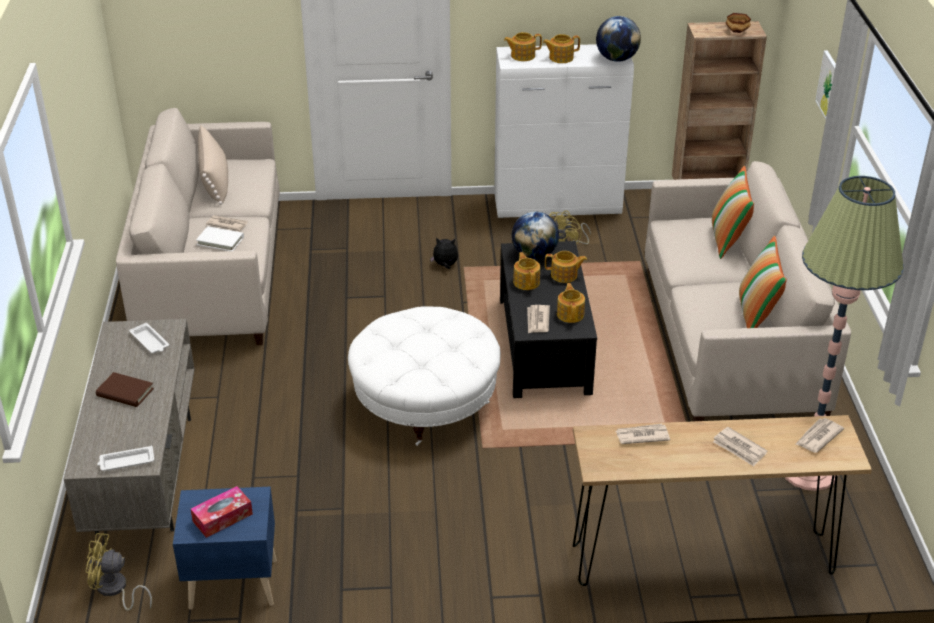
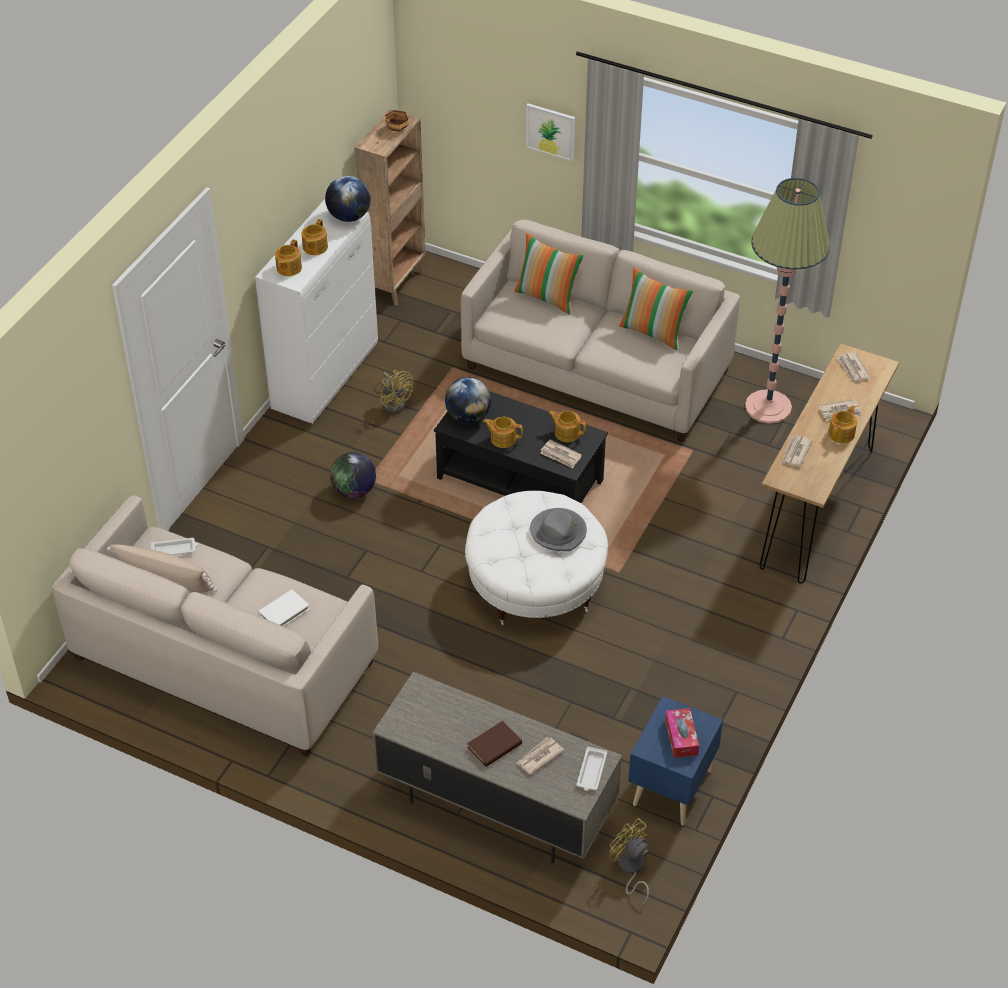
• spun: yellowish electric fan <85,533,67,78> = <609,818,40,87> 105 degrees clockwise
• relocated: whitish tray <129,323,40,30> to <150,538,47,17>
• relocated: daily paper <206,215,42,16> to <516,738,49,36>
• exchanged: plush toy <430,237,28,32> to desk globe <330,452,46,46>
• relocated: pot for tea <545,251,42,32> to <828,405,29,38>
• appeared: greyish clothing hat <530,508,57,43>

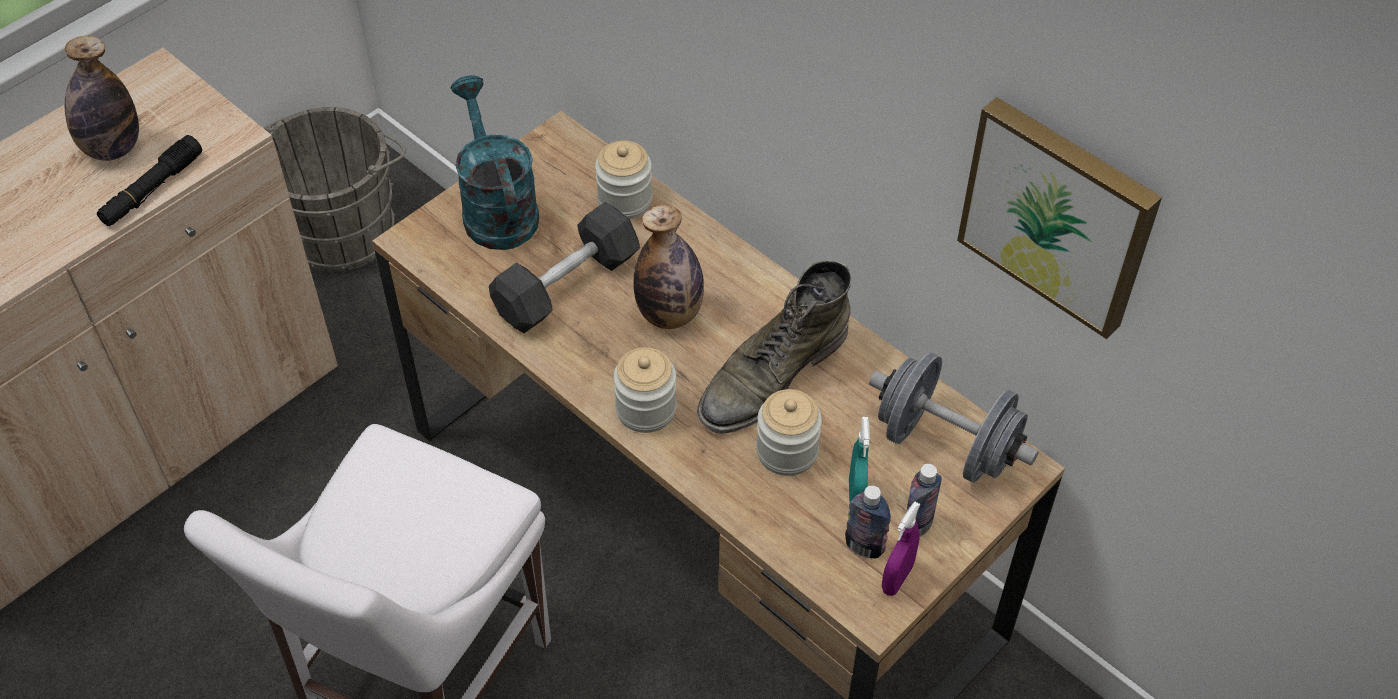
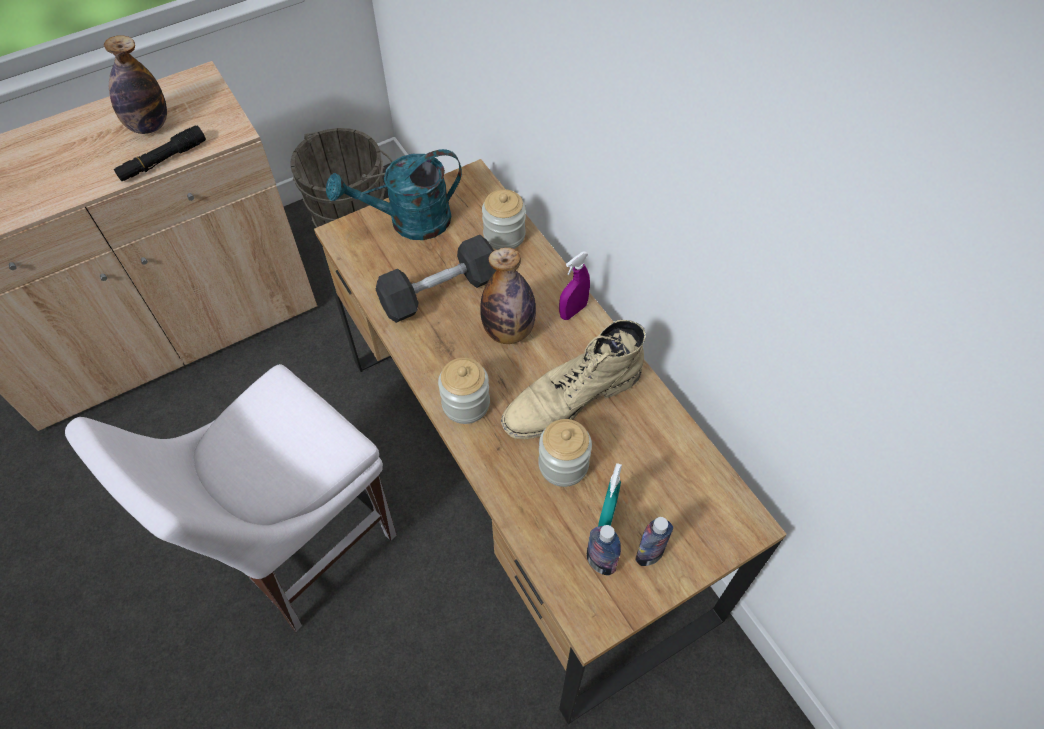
• spun: turquoise sprinkling can <451,75,88,175> = <326,149,136,91> 105 degrees counterclockwise
• colour: green high-top boot <697,260,155,174> to beige-coloured high-top boot <501,320,145,119>
• missing: greyish free weight <869,352,170,131>
• relocated: purple sprayer <882,501,39,95> to <559,251,31,69>
• missing: wall picture <957,97,205,242>

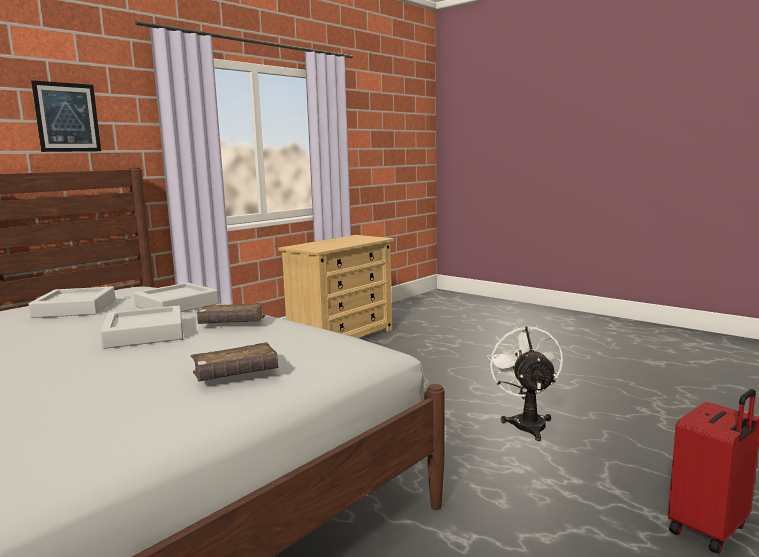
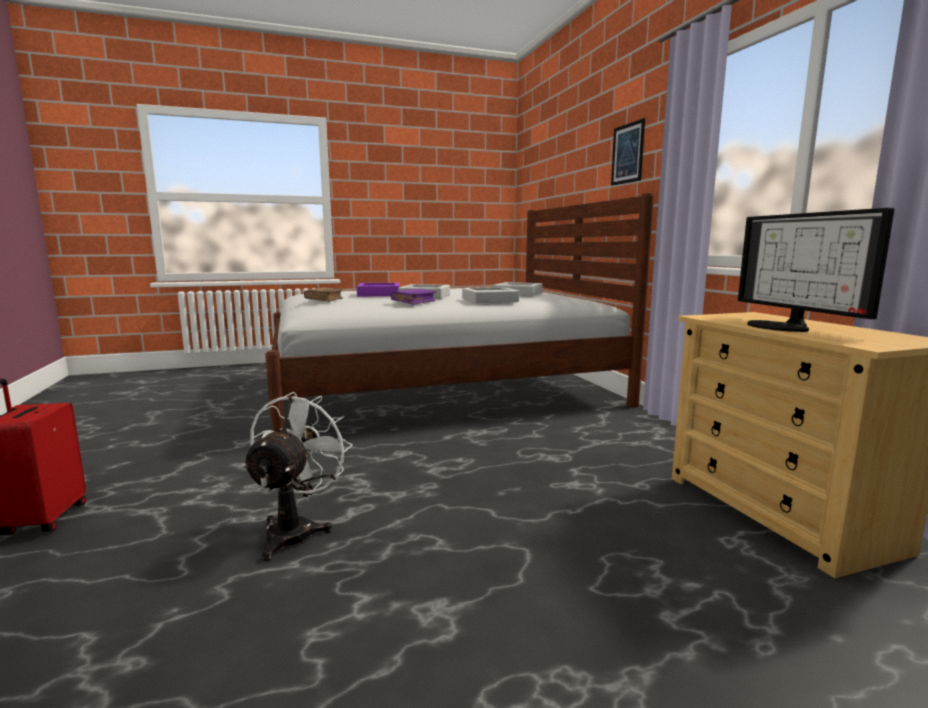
• colour: brown bound book <197,303,68,21> to purple bound book <391,289,45,16>
• spun: whitish electric fan <487,324,76,117> = <242,392,111,169> 105 degrees counterclockwise
• appeared: purple tray <357,283,43,14>
• appeared: computer screen <738,208,157,124>

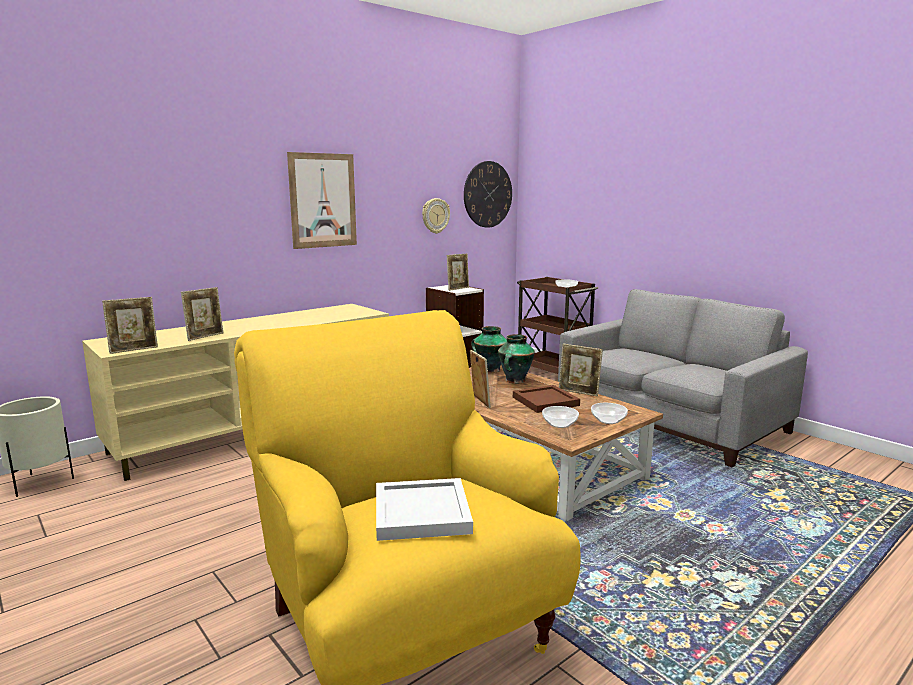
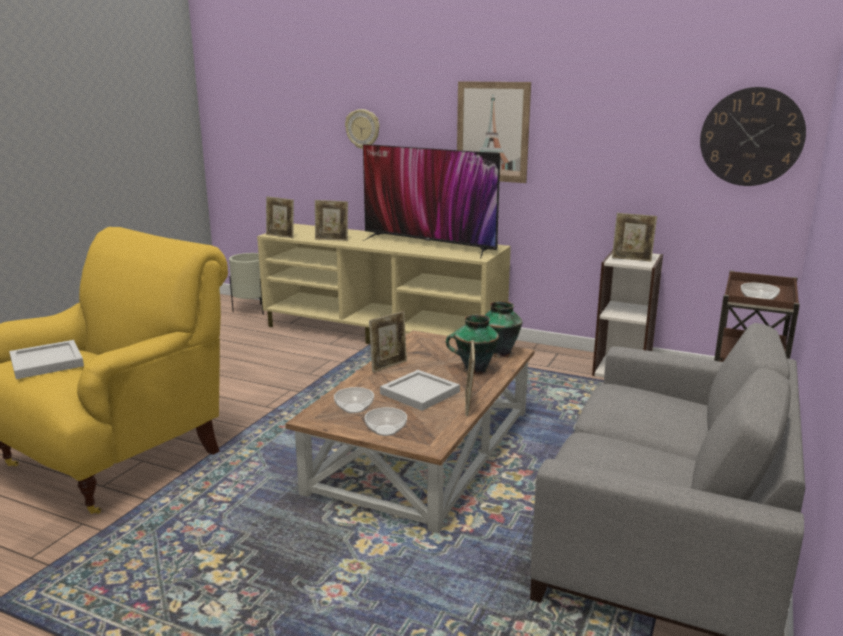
• relocated: clock on the wall <422,198,28,36> to <345,109,35,40>
• colour: brown tray <513,385,67,28> to whitish tray <380,370,80,41>
• appeared: TV set <363,144,137,114>

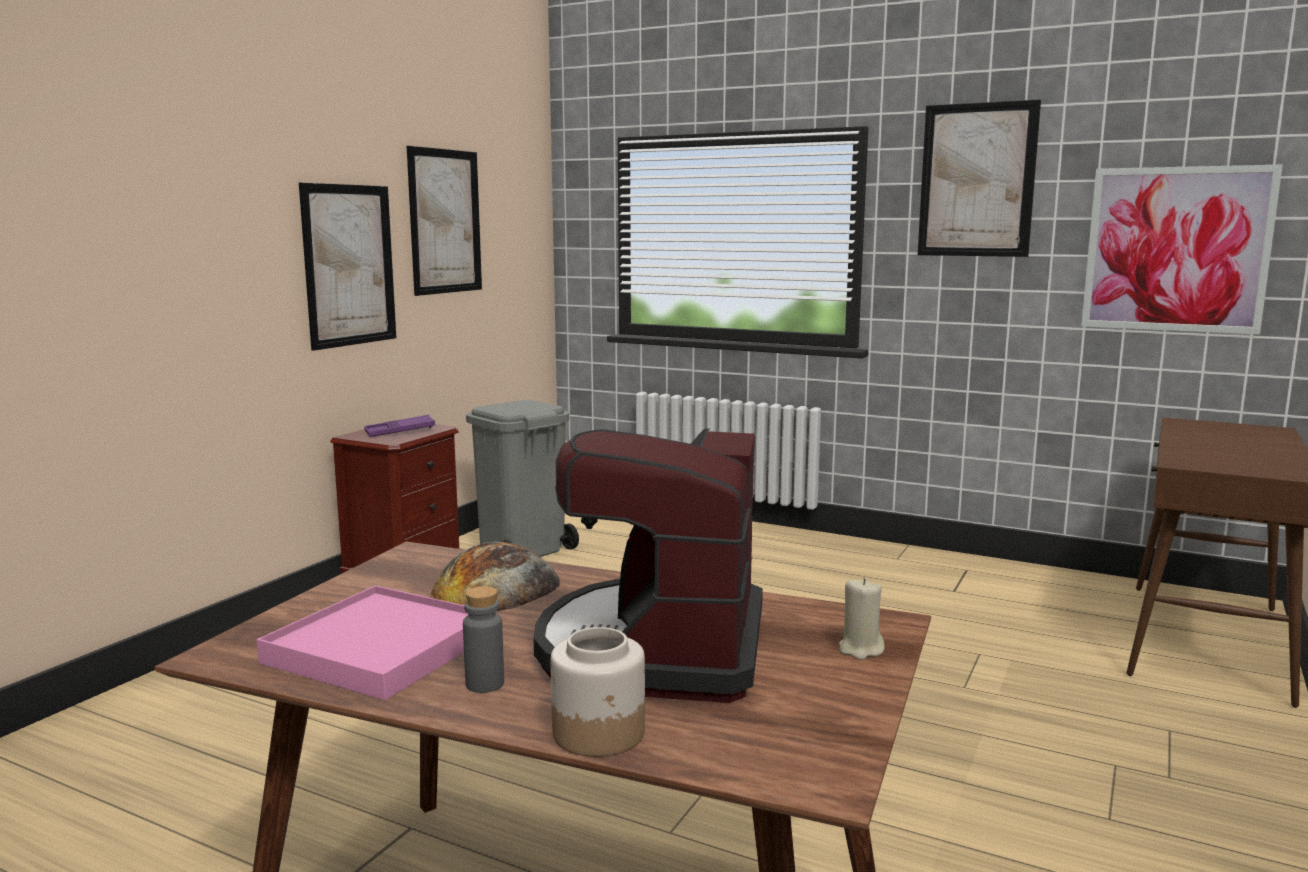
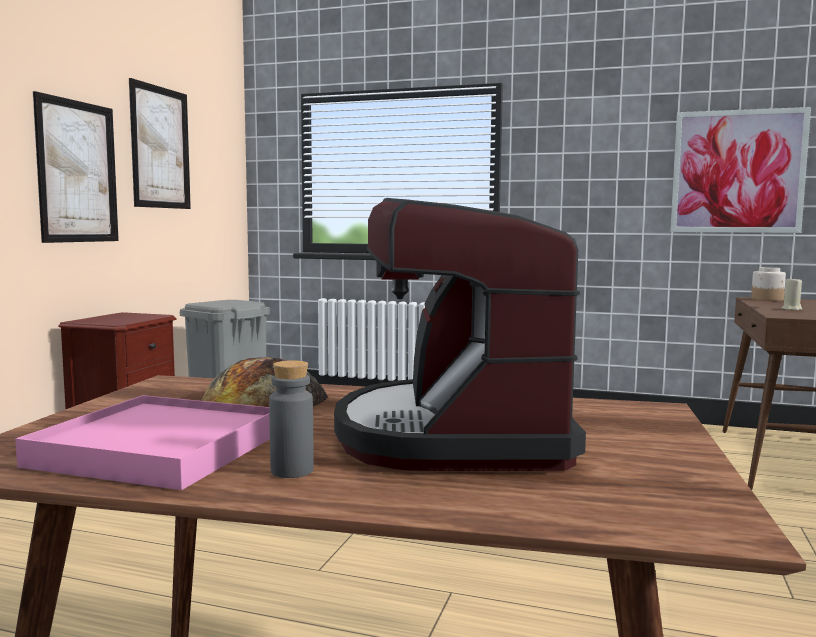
• missing: purple tray <364,415,71,22>
• relocated: jar <551,627,94,130> to <751,267,35,34>
• relocated: beige-coloured candle <839,578,46,82> to <781,277,21,34>
• missing: wall picture <918,100,123,157>

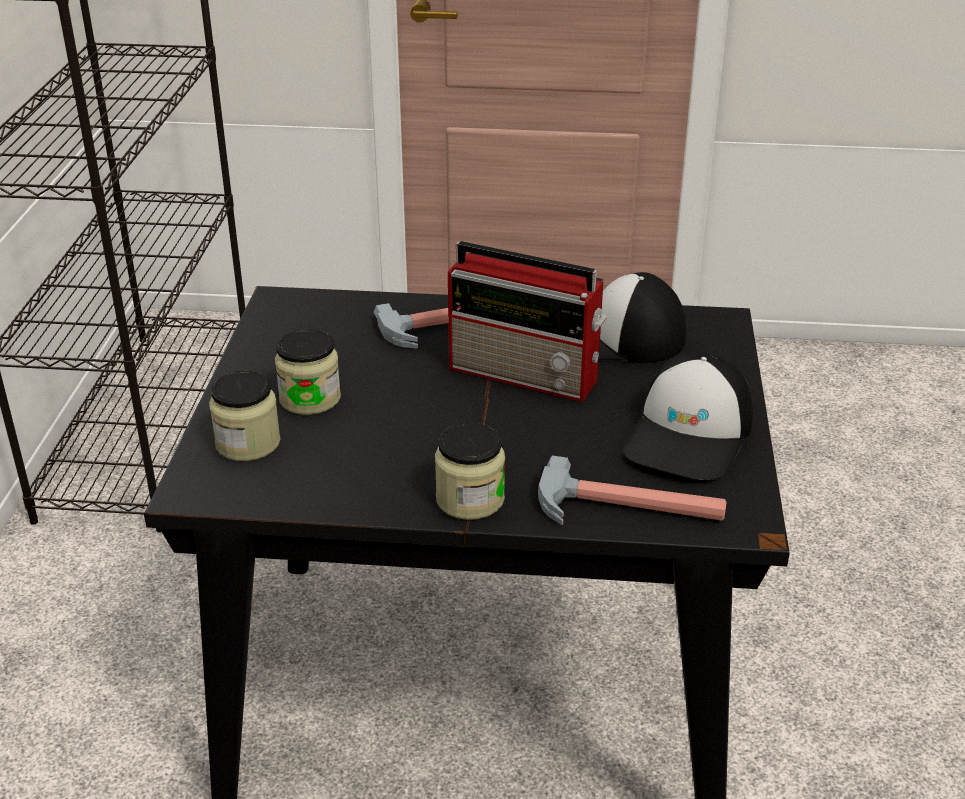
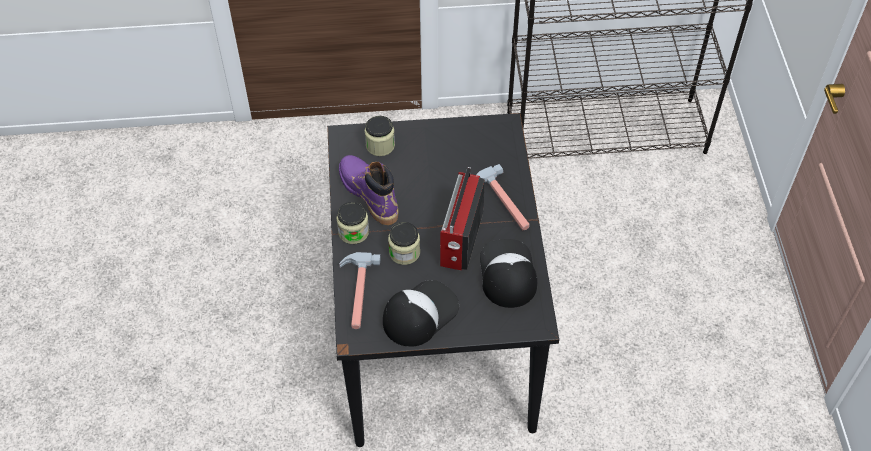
• relocated: jar <275,329,66,86> to <388,222,32,43>
• spun: peaked cap <622,352,131,128> = <383,280,76,67> 120 degrees clockwise
• appeared: purple high-top boot <339,155,60,70>

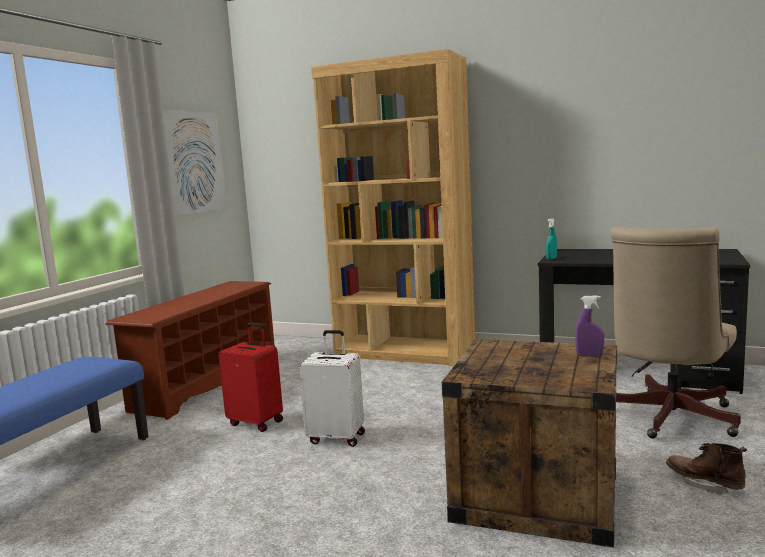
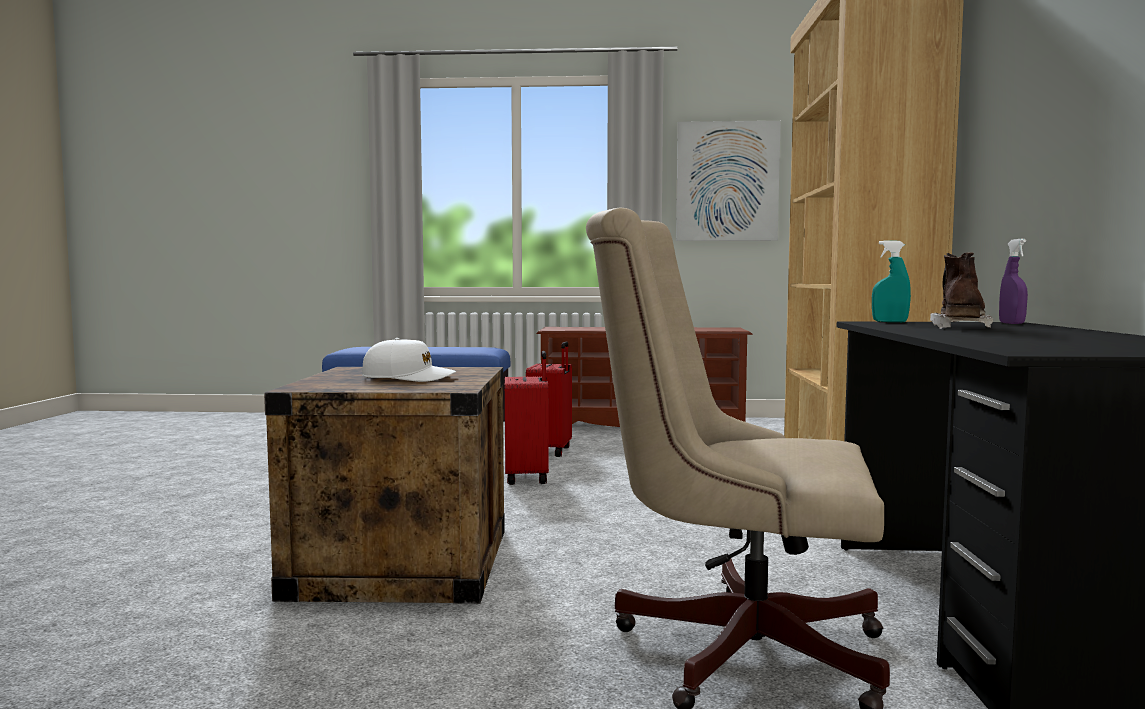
• colour: whitish piece of luggage <299,330,66,117> to red-coloured piece of luggage <505,351,44,134>
• relocated: purple sprayer <575,295,29,62> to <999,239,29,85>
• relocated: brown high-top boot <666,443,81,52> to <930,252,63,77>
• appeared: whitish peaked cap <362,338,94,44>

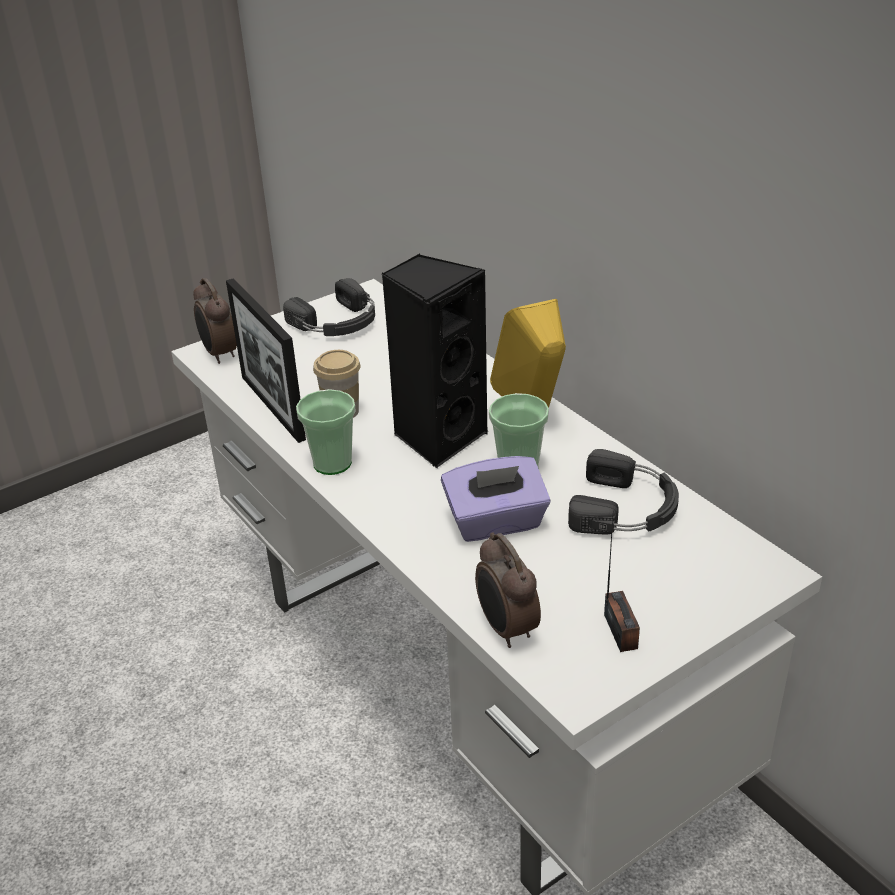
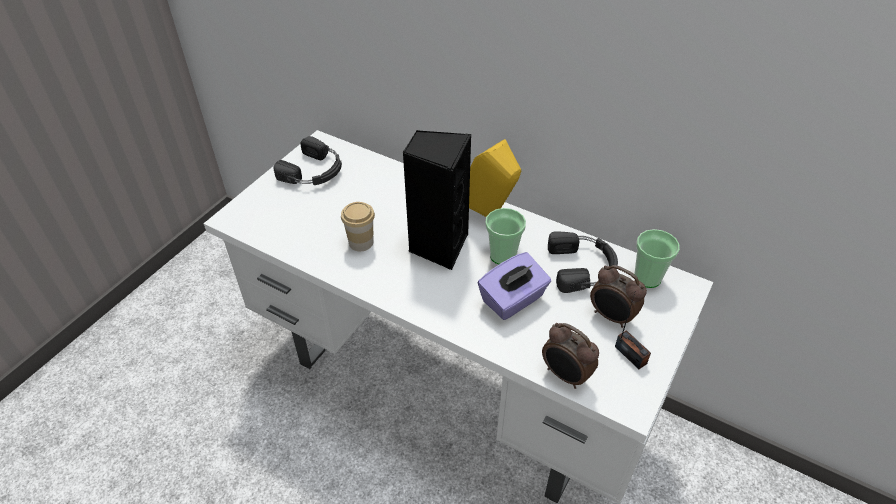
• relocated: bedside clock <193,278,44,86> to <590,265,57,63>
• missing: standing frame <226,278,80,165>
• relocated: small cup <296,389,60,86> to <634,229,46,59>

